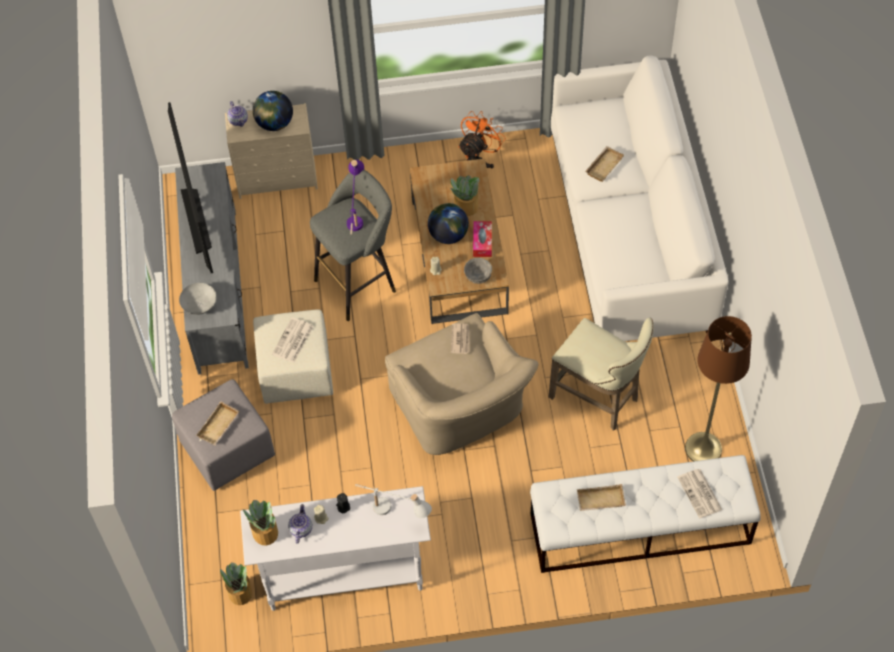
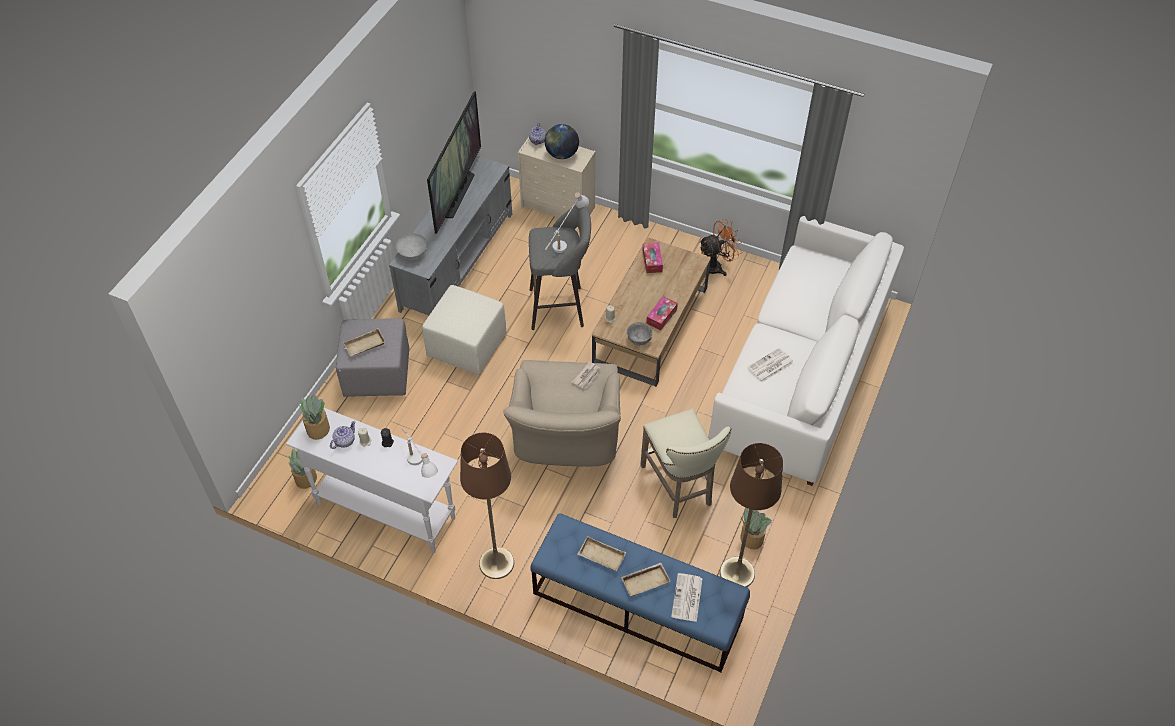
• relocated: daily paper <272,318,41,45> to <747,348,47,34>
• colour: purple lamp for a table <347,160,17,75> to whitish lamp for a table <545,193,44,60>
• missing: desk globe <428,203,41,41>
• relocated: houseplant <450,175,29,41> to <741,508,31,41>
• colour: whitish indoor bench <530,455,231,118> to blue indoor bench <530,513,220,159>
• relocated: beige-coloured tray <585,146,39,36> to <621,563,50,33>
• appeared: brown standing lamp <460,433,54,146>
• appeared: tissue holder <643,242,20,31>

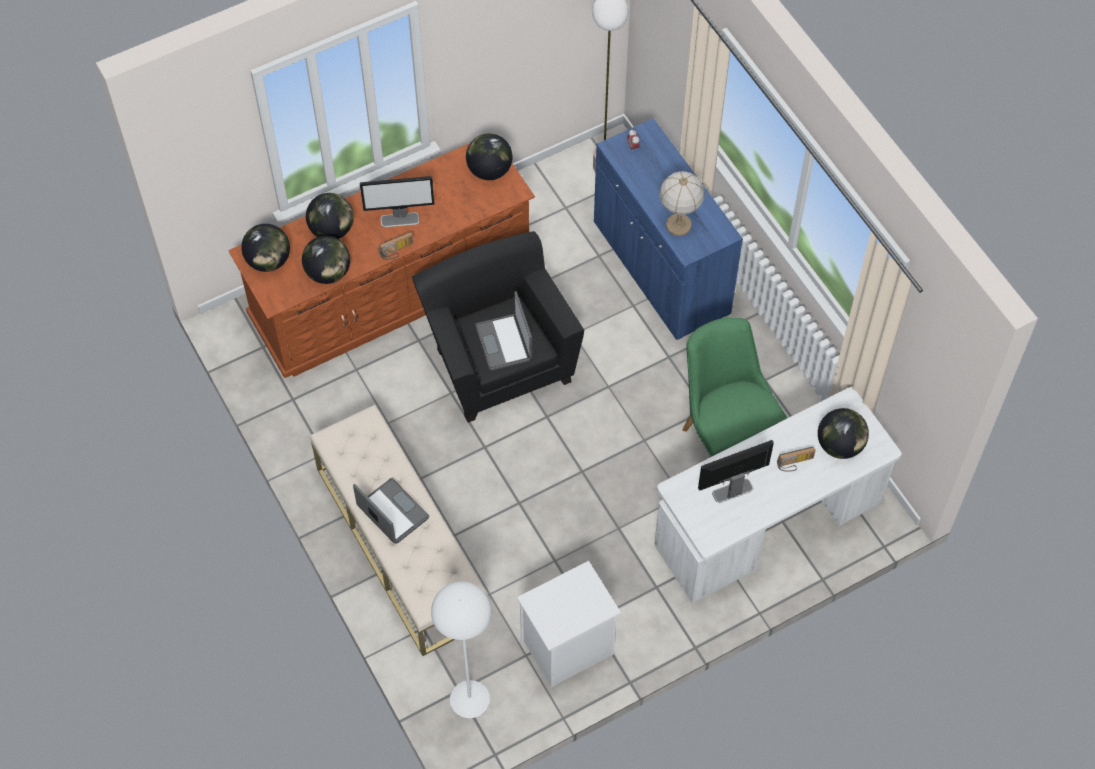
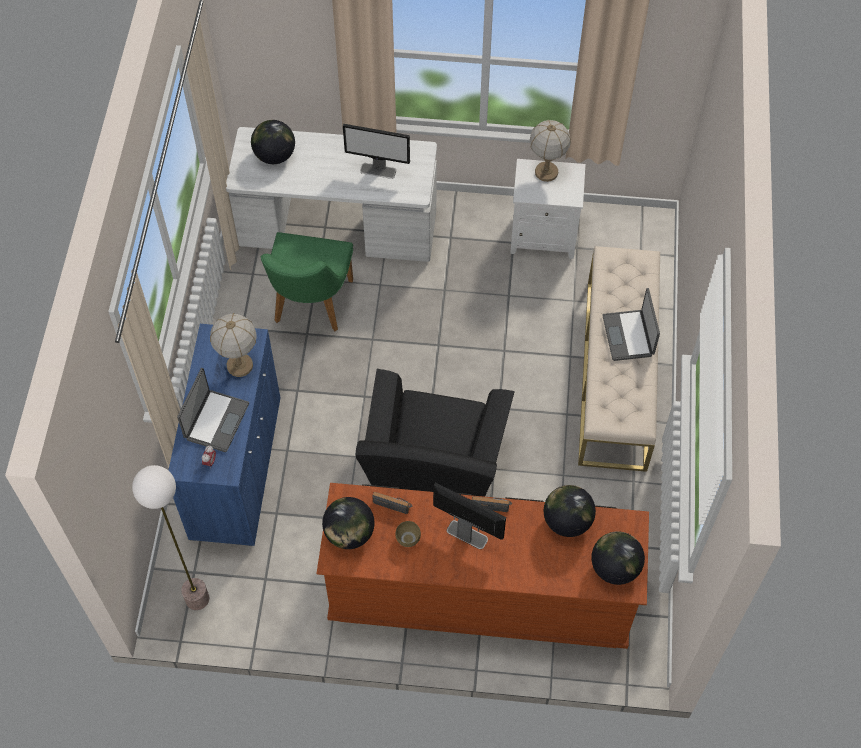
• missing: desk globe <306,193,48,46>
• missing: whitish standing lamp <431,581,61,137>
• relocated: portable computer <475,291,57,80> to <177,368,72,84>
• relocated: radio set <777,447,39,25> to <372,492,40,22>
• appeared: brown serving bowl <395,521,26,26>
• appeared: lamp for a table <530,120,41,62>

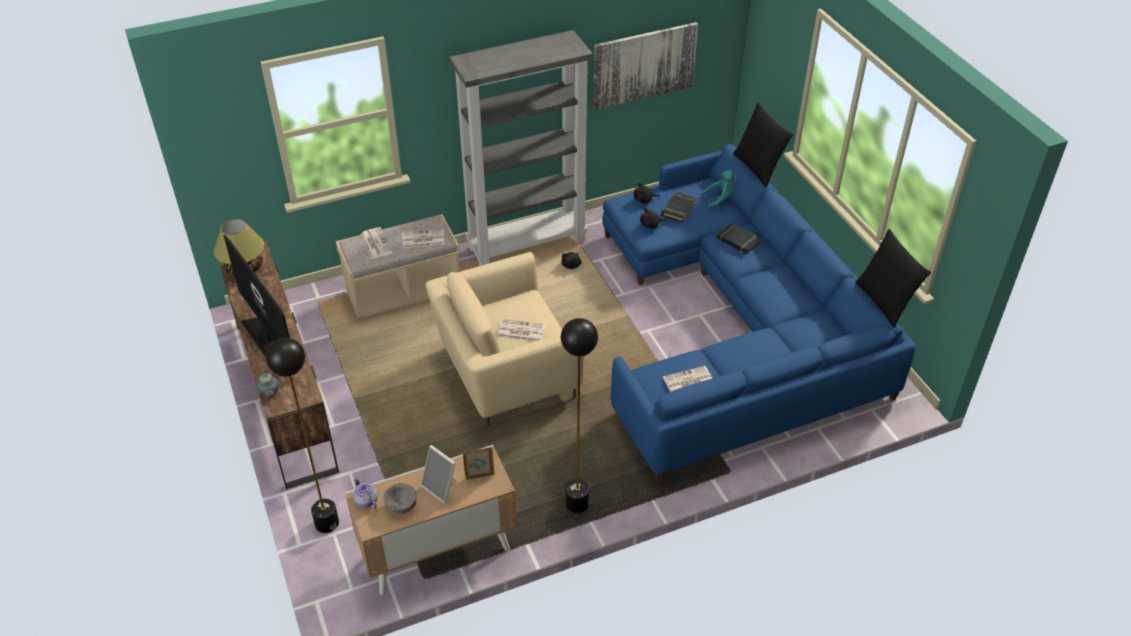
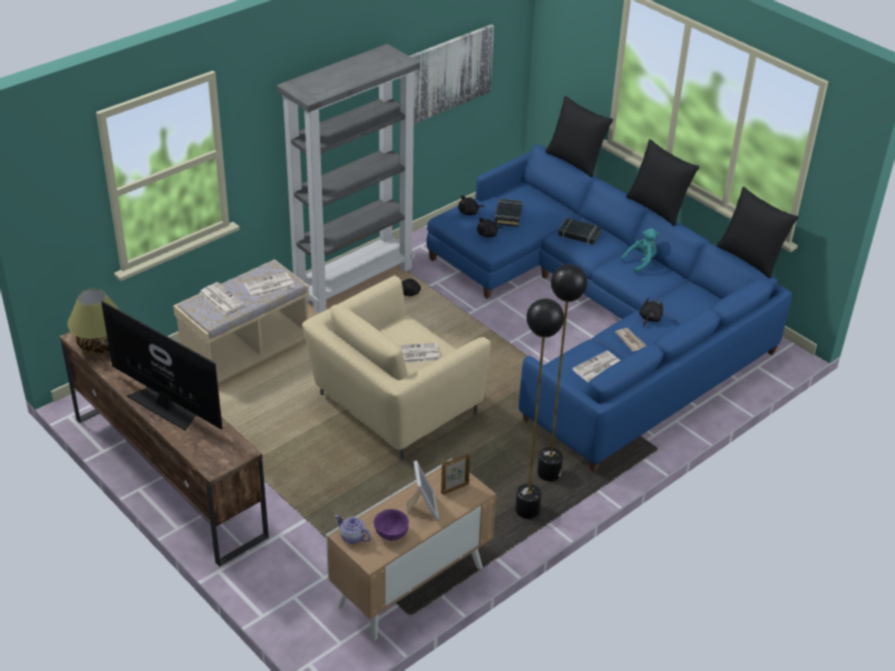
• missing: pot for tea <257,369,22,28>
• relocated: black-coloured standing lamp <266,338,73,195> to <537,264,50,217>
• colour: greyish serving bowl <383,483,34,31> to purple serving bowl <373,509,36,32>
• spun: standing frame <421,445,37,59> = <406,461,33,59> 120 degrees counterclockwise
• relocated: turquoise plush toy <701,170,36,39> to <621,228,38,46>
• appeared: daily paper <615,328,31,24>
• appeared: black-coloured cushion <626,139,74,87>
• appeared: black-coloured plush toy <639,298,24,30>

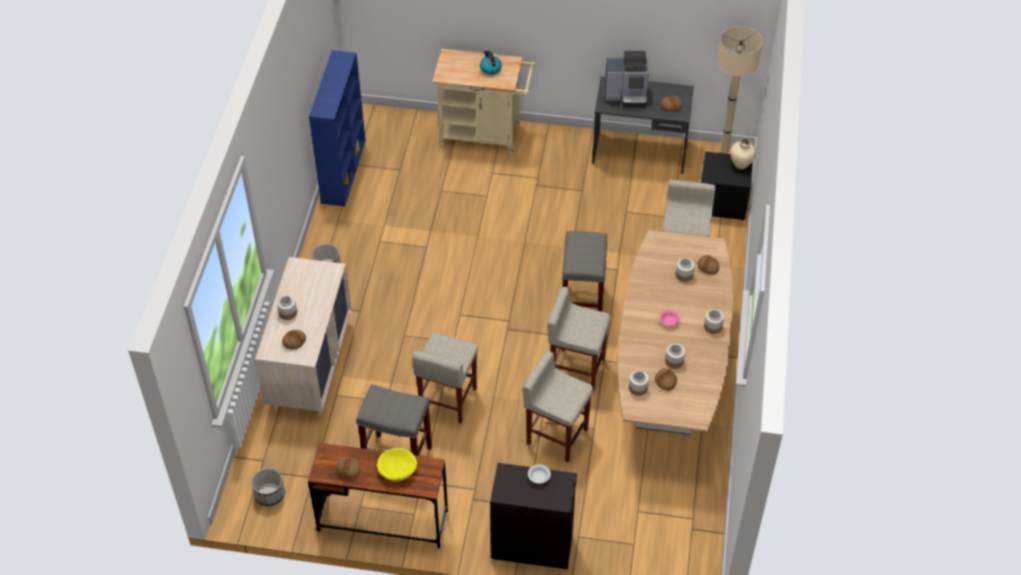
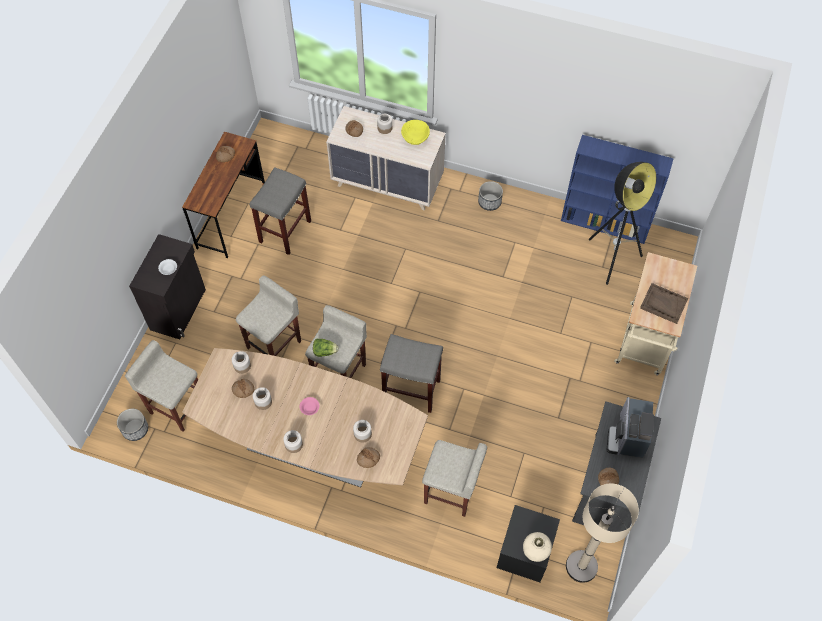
• relocated: planter <251,468,34,38> to <117,408,31,33>
• relocated: yellowish serving bowl <377,448,40,34> to <401,120,29,25>
• relocated: beige-coloured stool <412,333,66,90> to <125,340,73,92>
• exchanged: kettle <480,51,22,24> to brown tray <640,283,48,41>
• appeared: lettuce head <313,339,26,18>
• appeared: standing lamp <589,162,67,123>

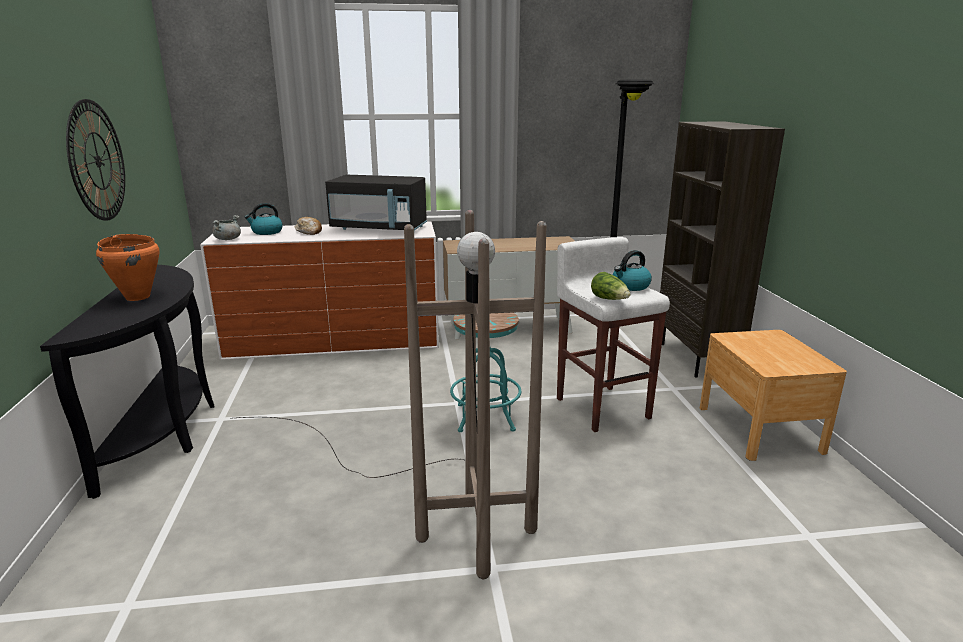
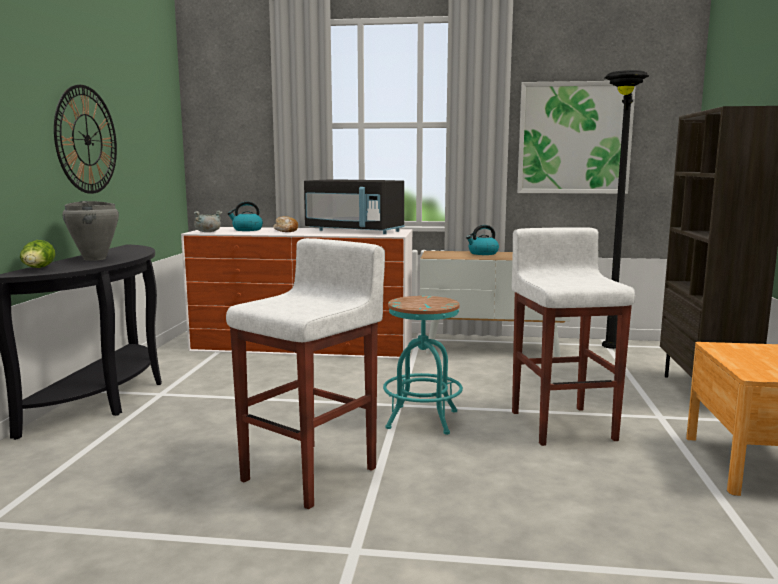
• colour: orange cooking pot <96,234,63,67> to greyish cooking pot <62,201,57,60>
• exchanged: brown standing lamp <230,210,317,369> to whitish stool <226,238,159,271>
• relocated: lettuce head <591,272,40,28> to <20,240,35,28>
• relocated: kettle <613,250,39,41> to <466,225,33,30>
• appeared: wall picture <517,81,119,113>

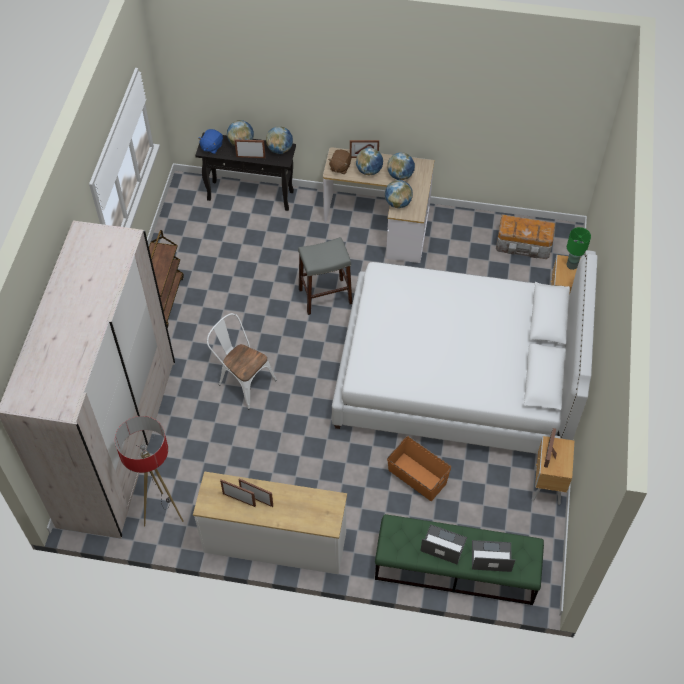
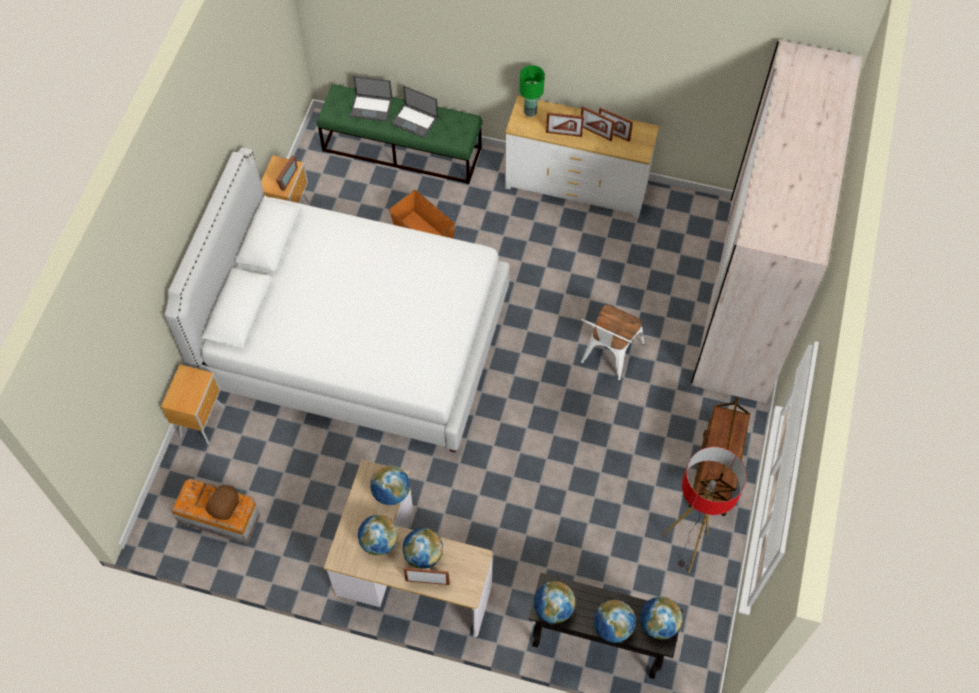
• relocated: standing lamp <115,416,68,110> to <662,447,85,126>
• exchanged: blue plush toy <199,129,24,25> to desk globe <640,597,42,43>
• spun: whitish plain chair <207,313,70,96> = <580,305,64,76> 75 degrees clockwise
• relocated: standing frame <235,139,30,19> to <546,112,38,25>
• missing: greyish stool <298,237,54,78>
• relocated: brown plush toy <328,150,23,24> to <206,485,33,35>
• relocated: green lamp for a table <567,227,24,43> to <519,65,26,52>

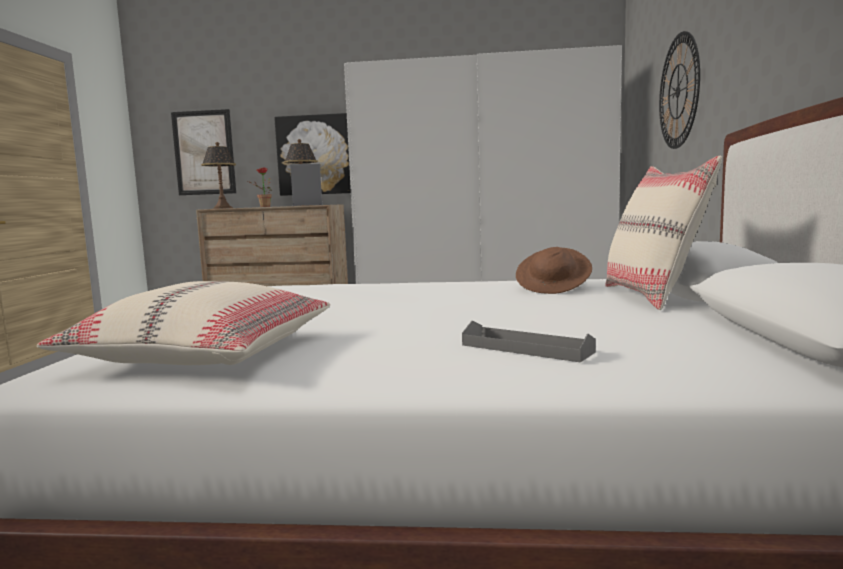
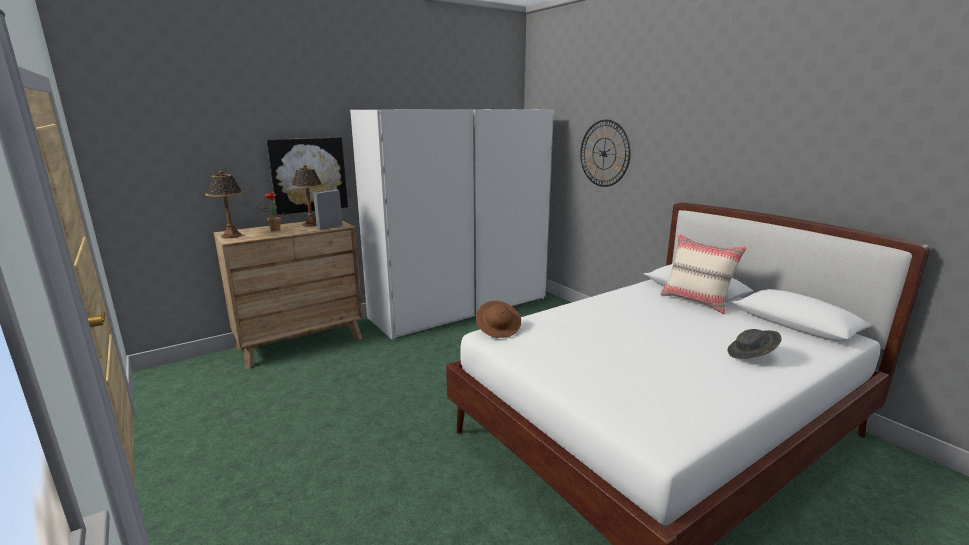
• missing: beige-coloured cushion <37,281,293,84>
• missing: wall picture <171,109,65,86>
• exchanged: greyish tray <462,321,134,41> to greyish clothing hat <728,329,54,30>
• relocated: brown clothing hat <516,247,76,47> to <476,301,45,37>

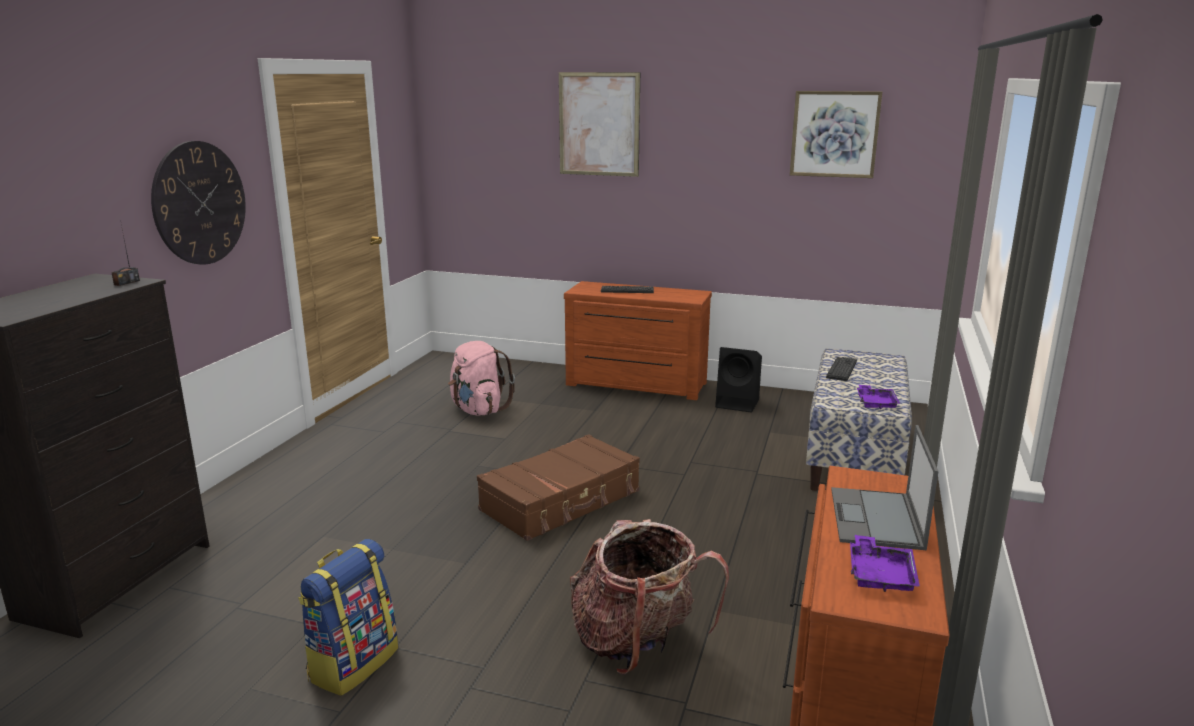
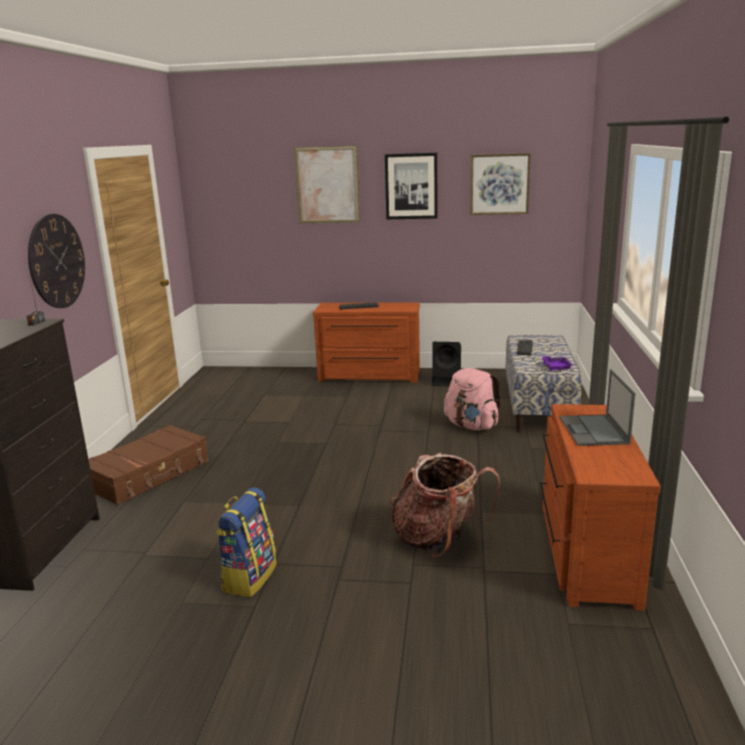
• relocated: pink backpack <448,341,67,75> to <444,368,57,62>
• relocated: brown piece of luggage <477,434,163,107> to <89,425,120,80>
• missing: purple tray <850,535,70,57>
• appeared: wall picture <385,153,52,66>

